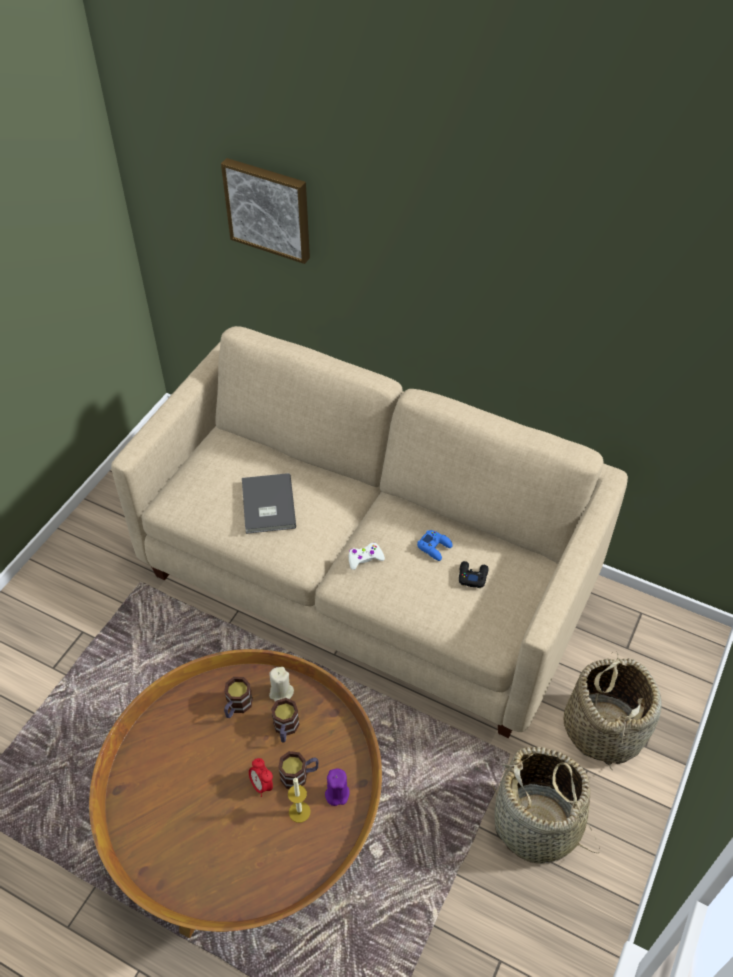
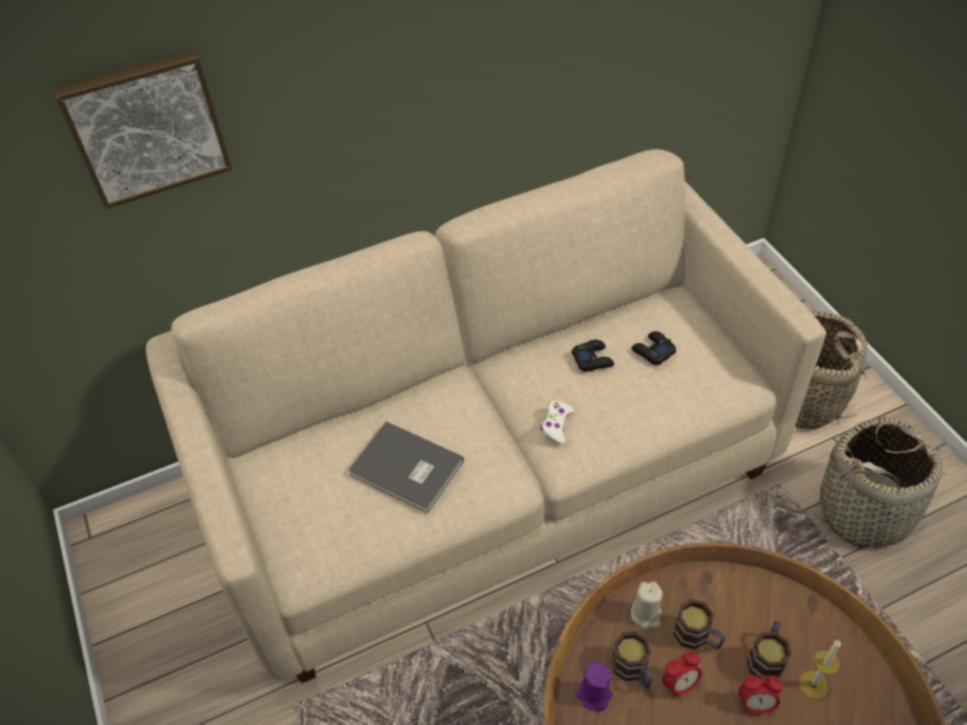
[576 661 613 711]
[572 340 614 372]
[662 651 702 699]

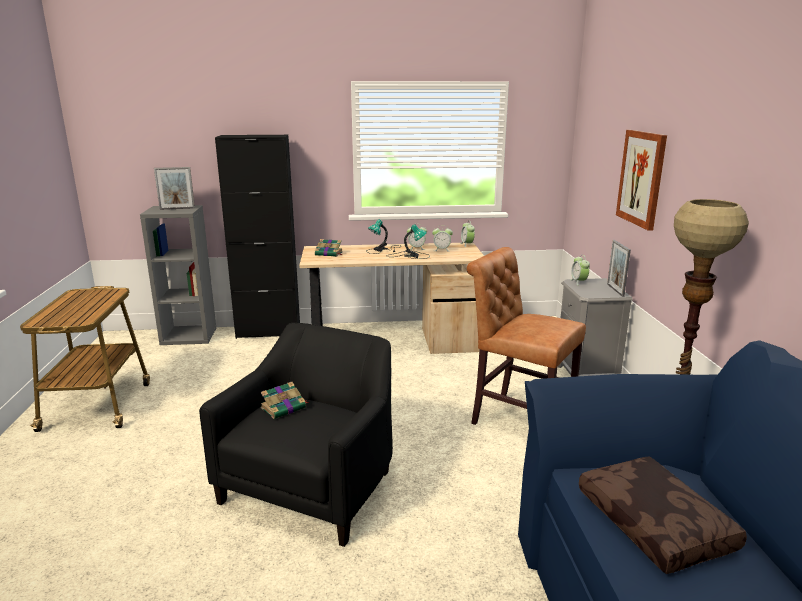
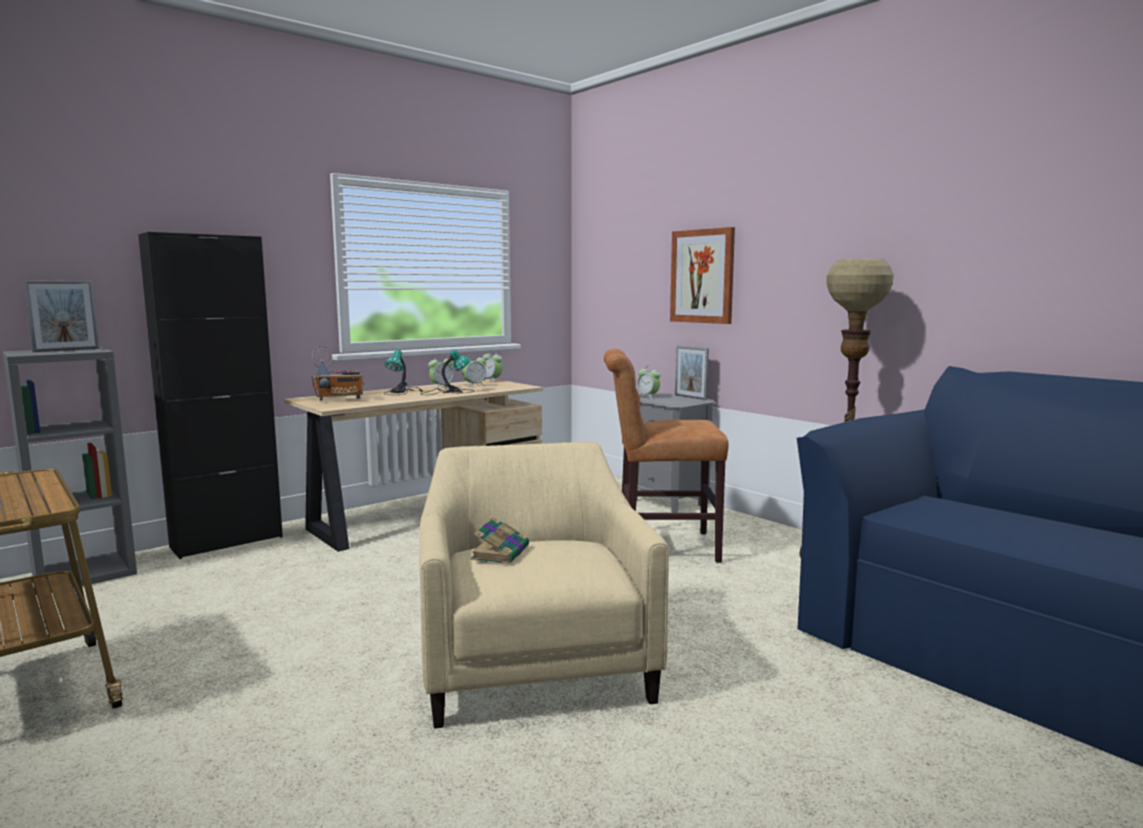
[419 442 669 728]
[312 345 364 401]
[579 457 747 574] (first image)

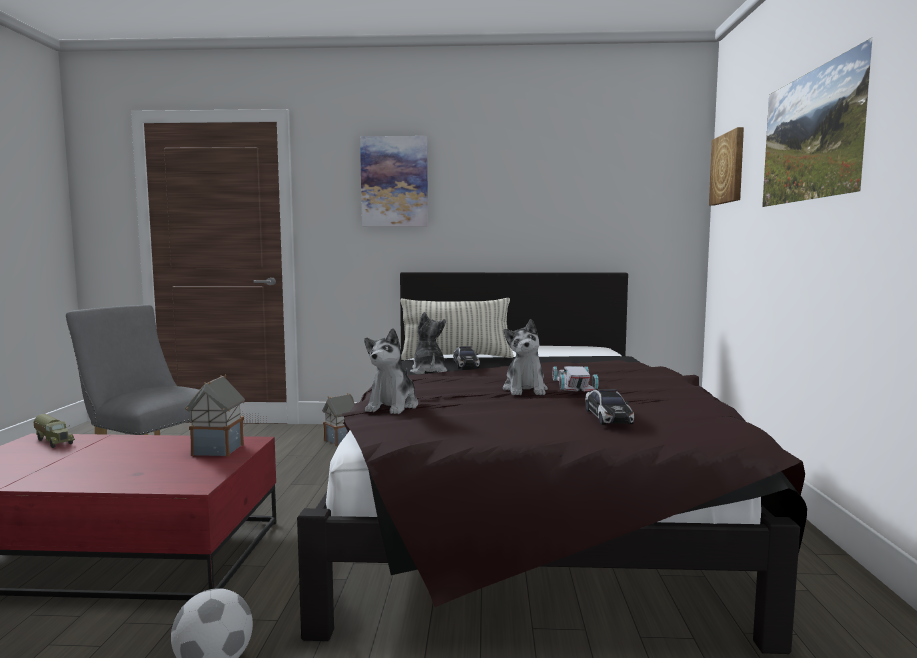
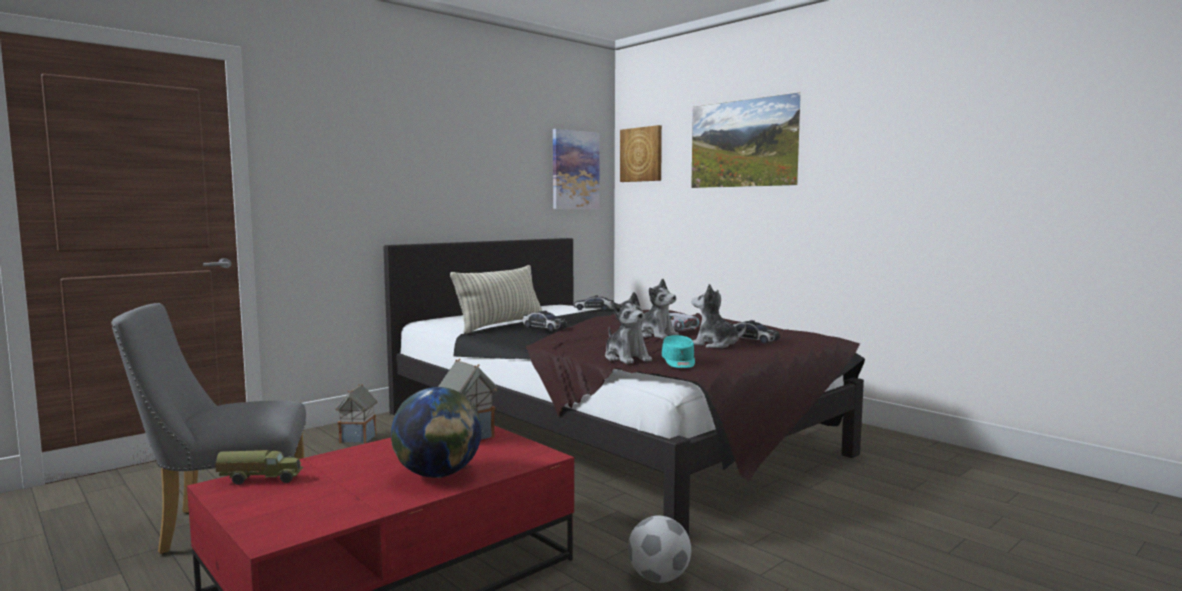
[553 129 600 209]
[692 284 746 348]
[391 387 482 478]
[574 295 615 311]
[662 335 695 368]

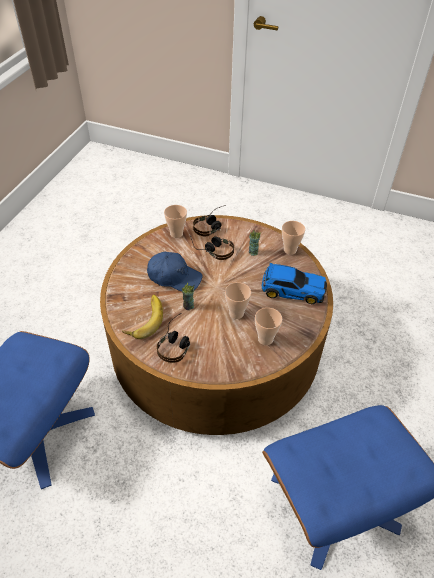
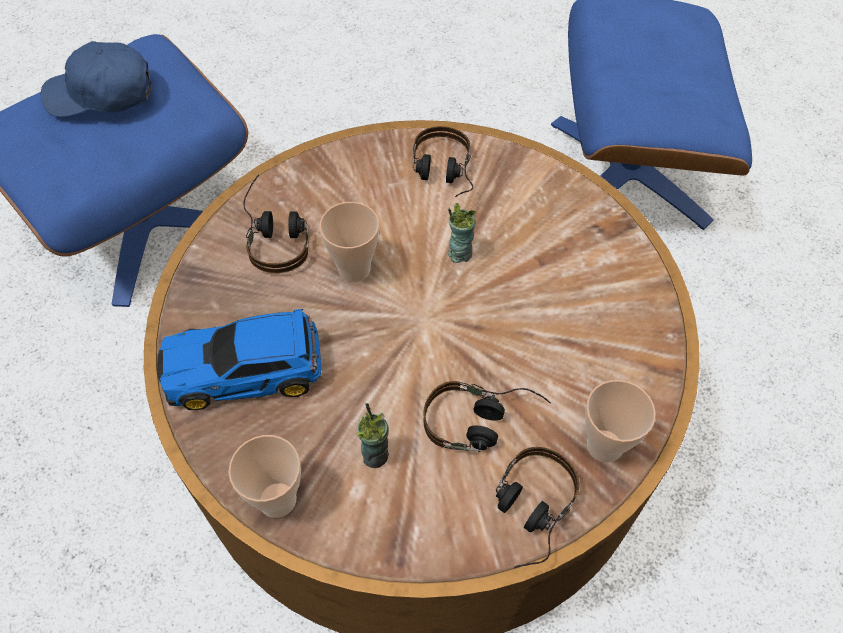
[122 295 163 339] (first image)
[41 41 151 117]
[243 174 309 273]

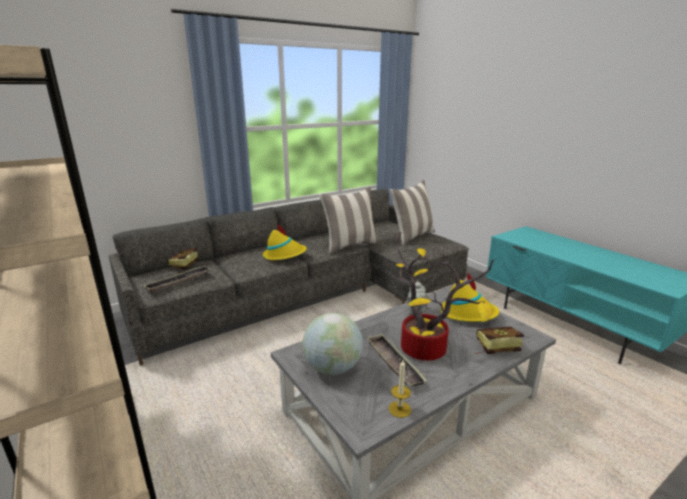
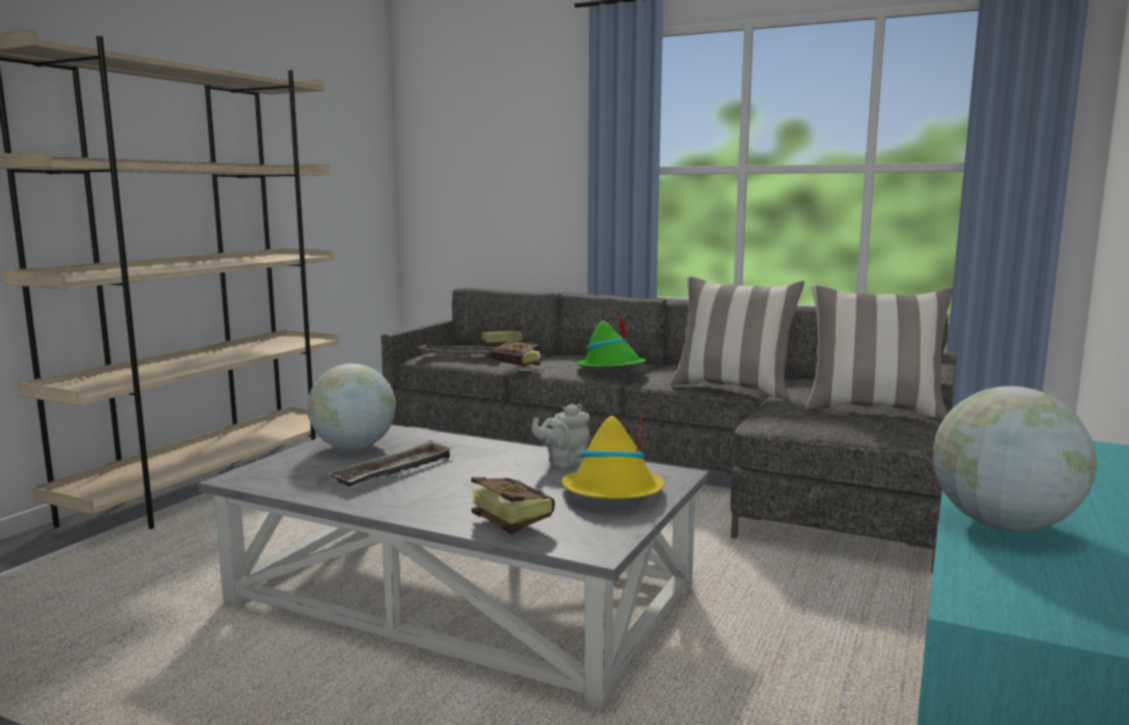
[575 315 646 367]
[389 360 411 418] (first image)
[396 232 493 361] (first image)
[491 339 545 372]
[933 386 1097 531]

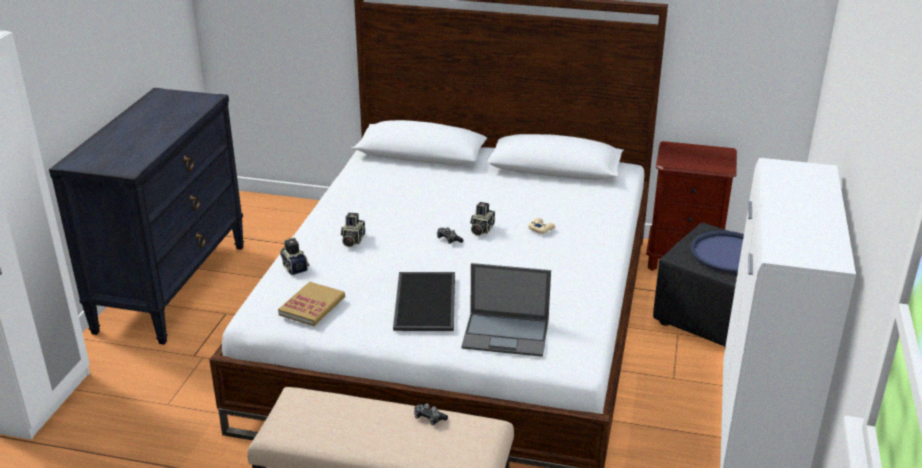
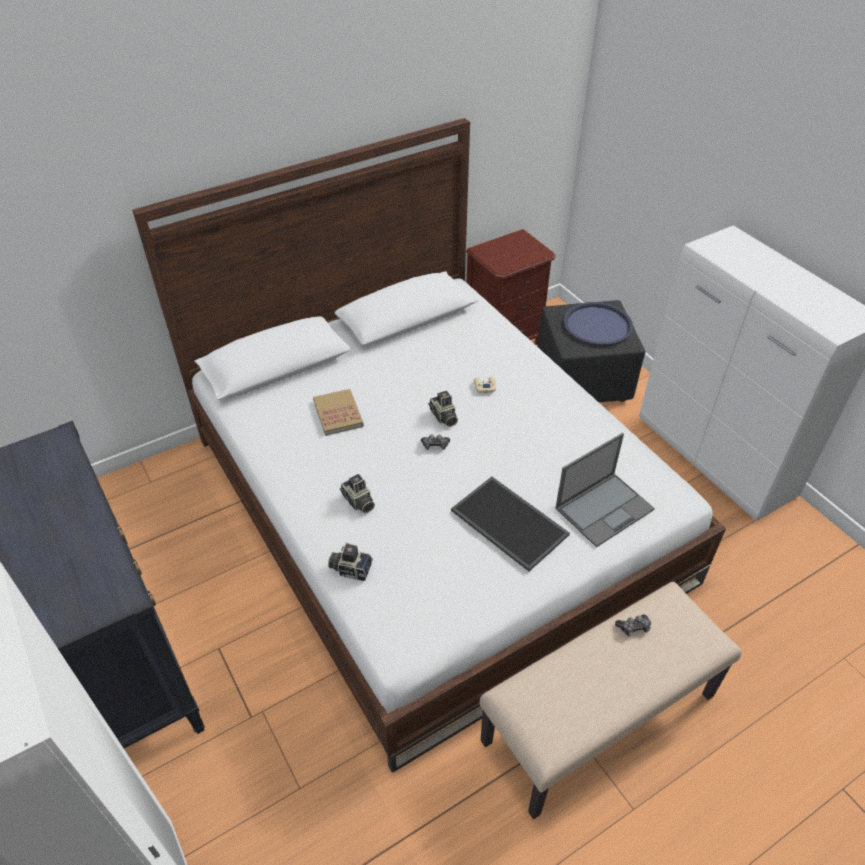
[313 389 364 436]

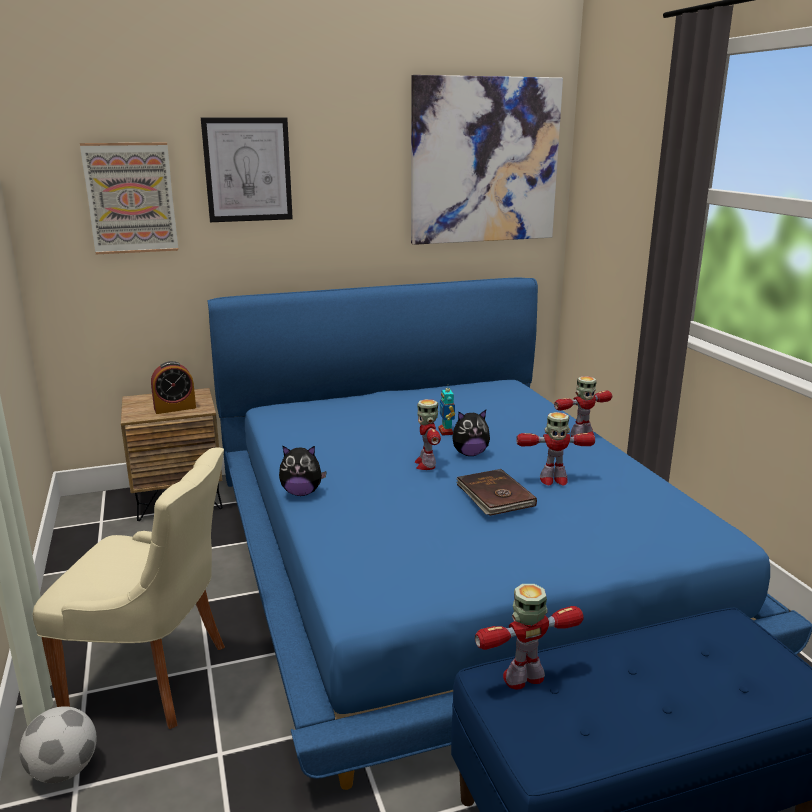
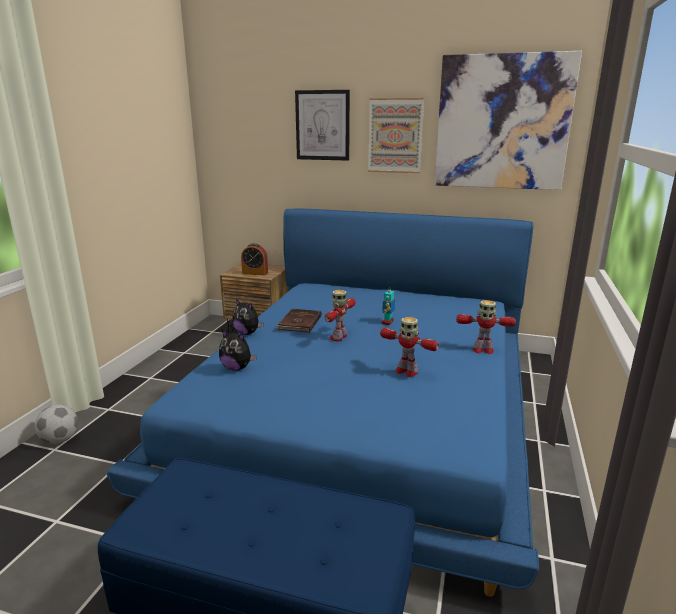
[33 448 225 729] (first image)
[368 98 424 173]
[219 330 257 371]
[276 309 322 333]
[475 584 584 689] (first image)

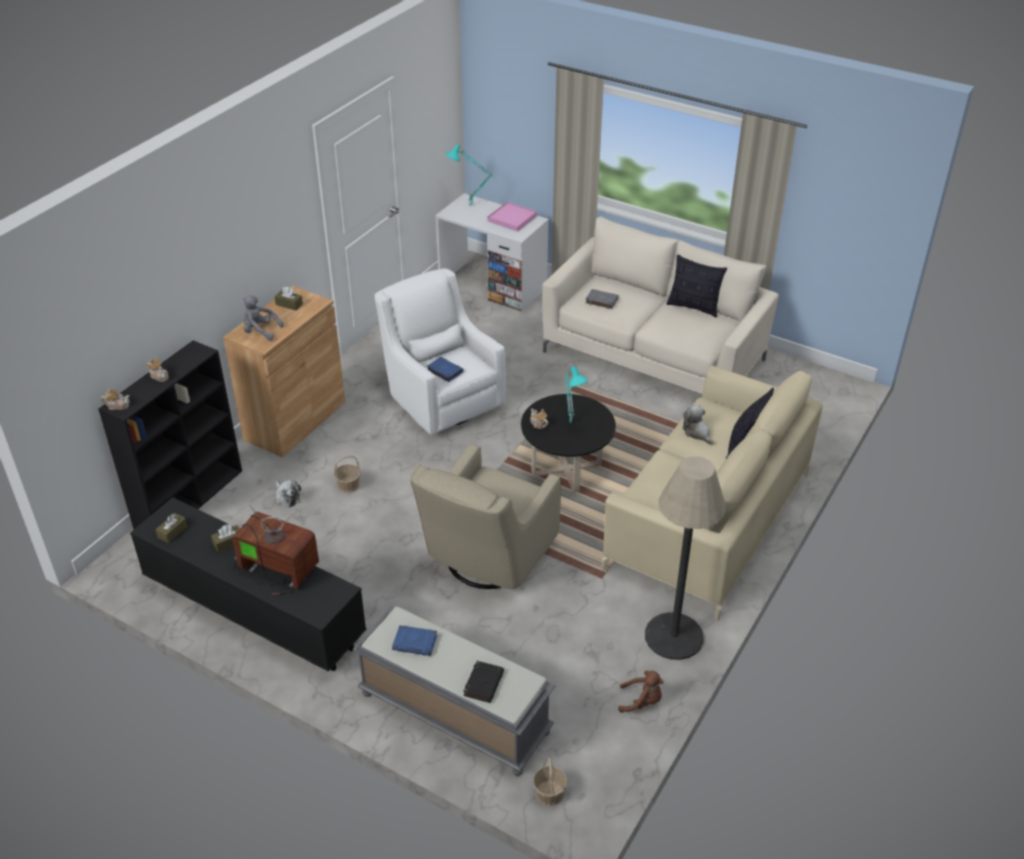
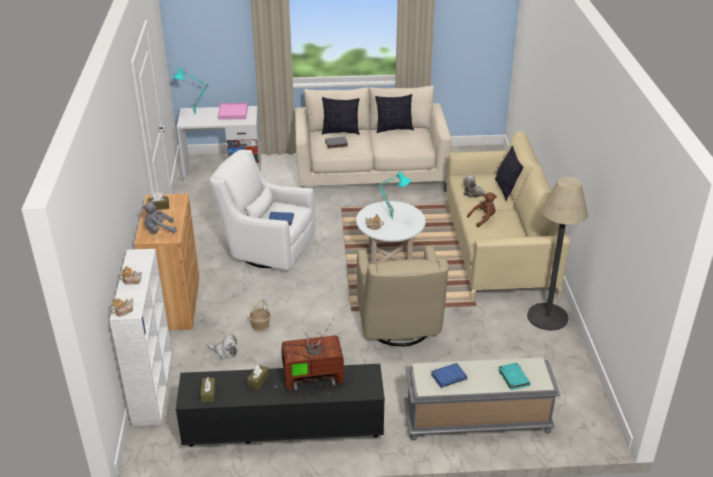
[110 249 172 426]
[498 363 531 390]
[356 201 426 263]
[532 757 567 806] (first image)
[467 192 497 227]
[322 97 360 135]

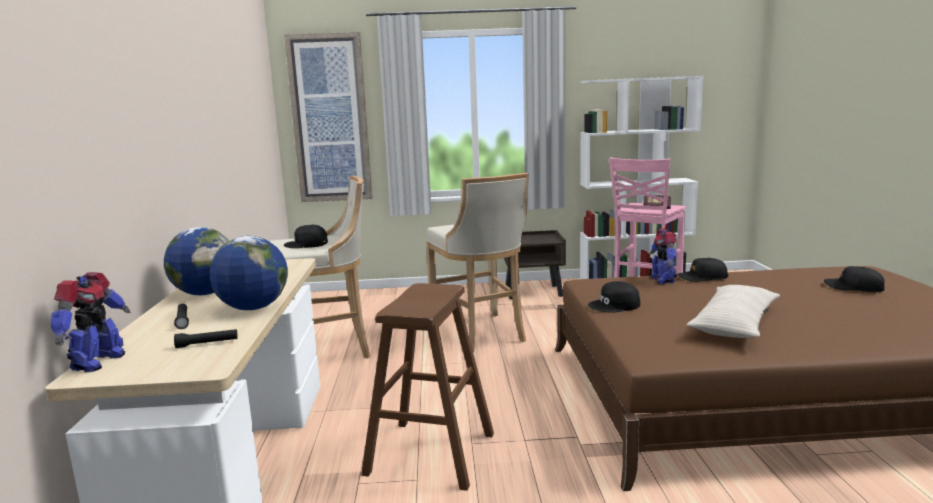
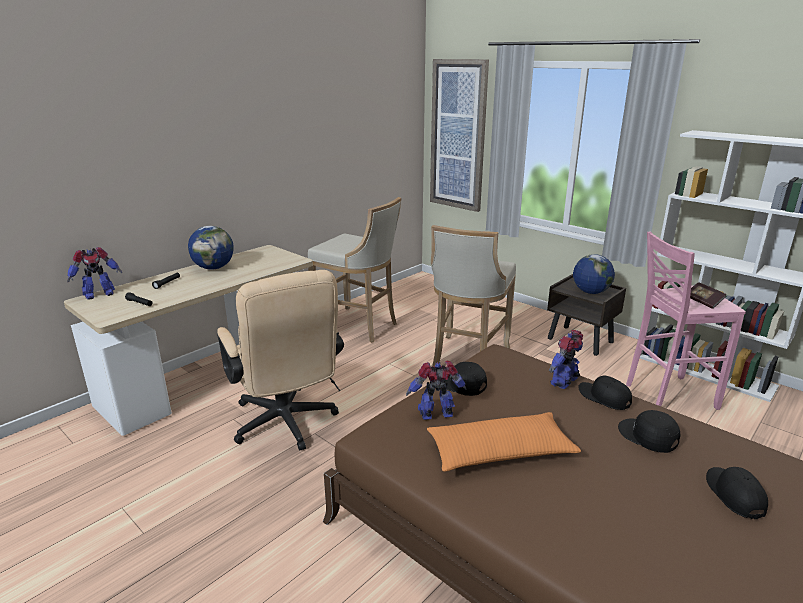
[573 254 615 294]
[618 410 681 453]
[217 270 344 450]
[427 412 581 471]
[406 360 466 420]

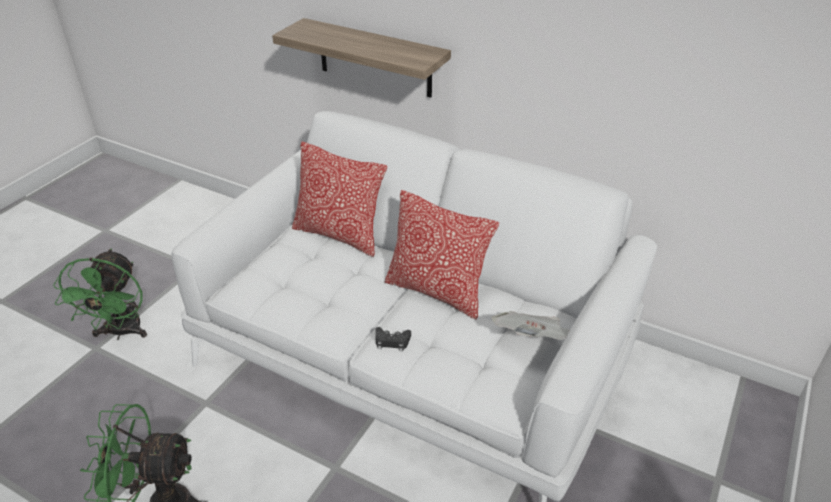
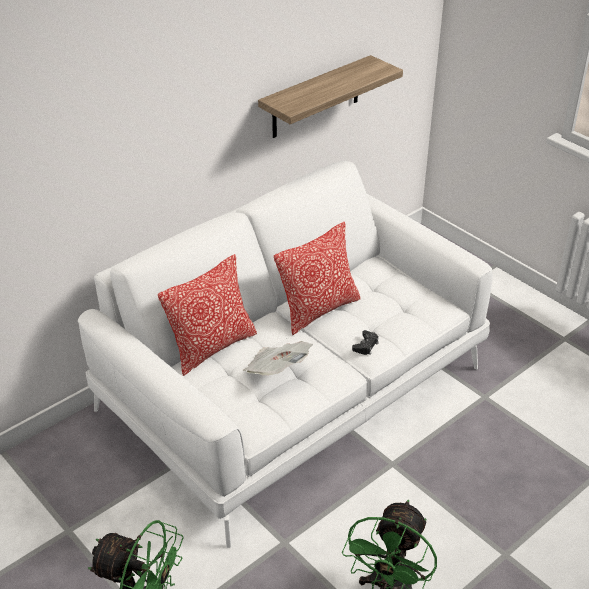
[258 55 403 138]
[243 341 313 375]

